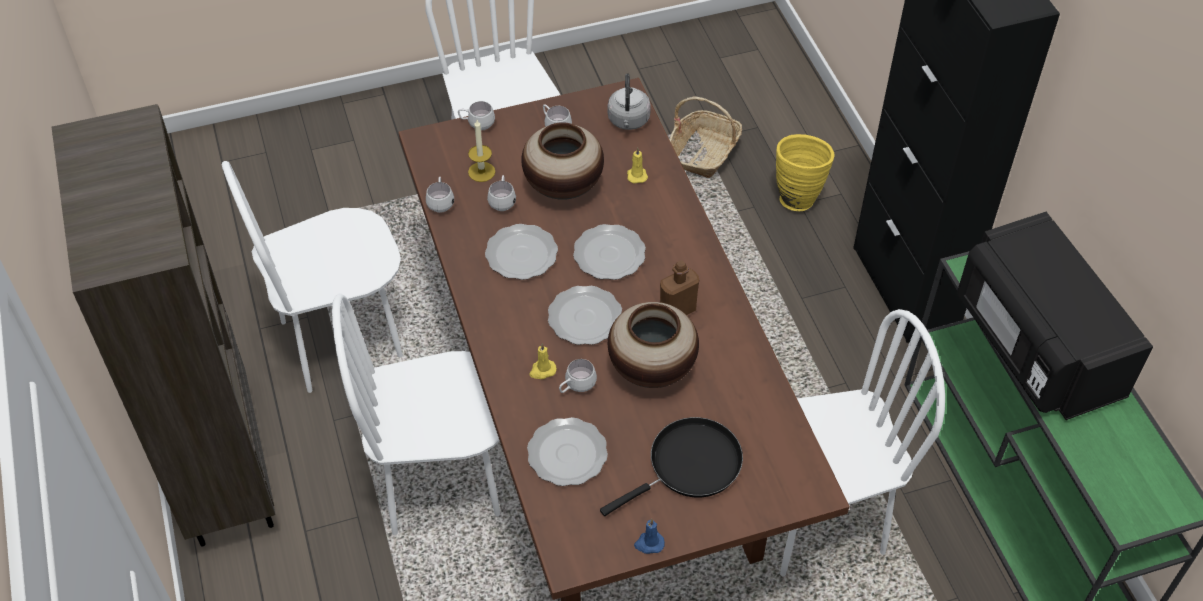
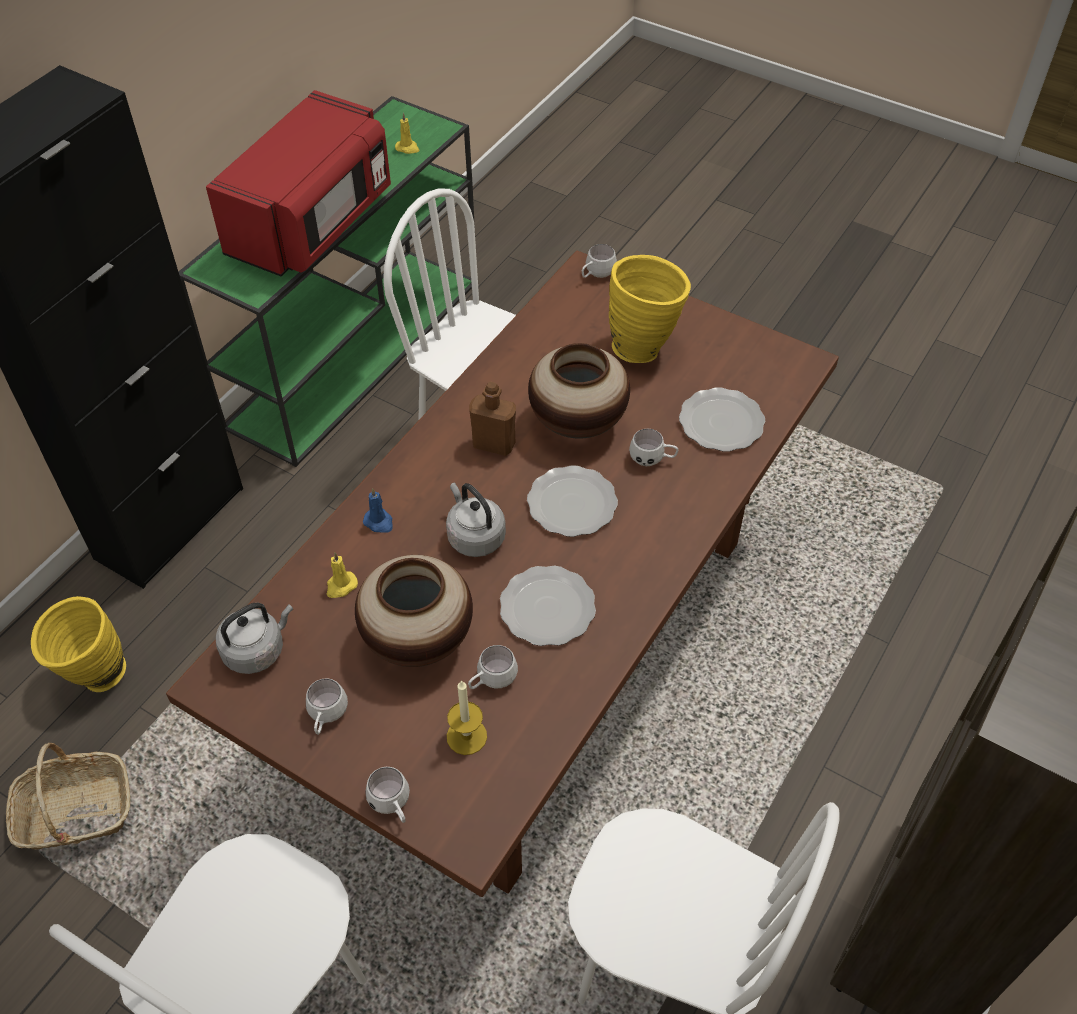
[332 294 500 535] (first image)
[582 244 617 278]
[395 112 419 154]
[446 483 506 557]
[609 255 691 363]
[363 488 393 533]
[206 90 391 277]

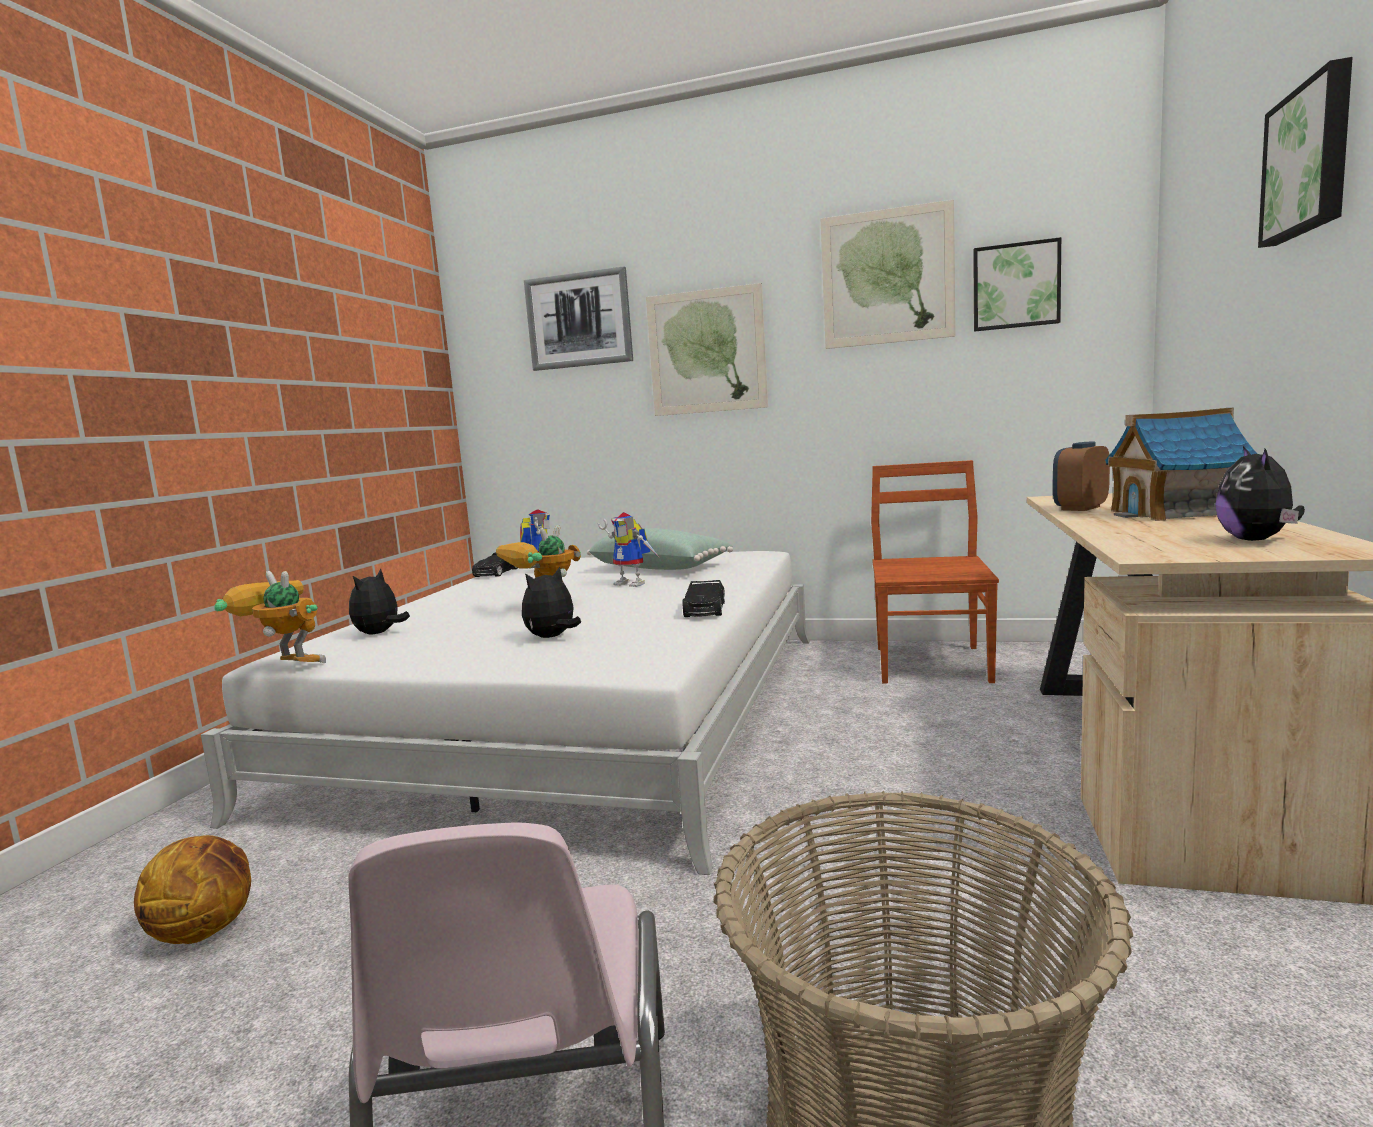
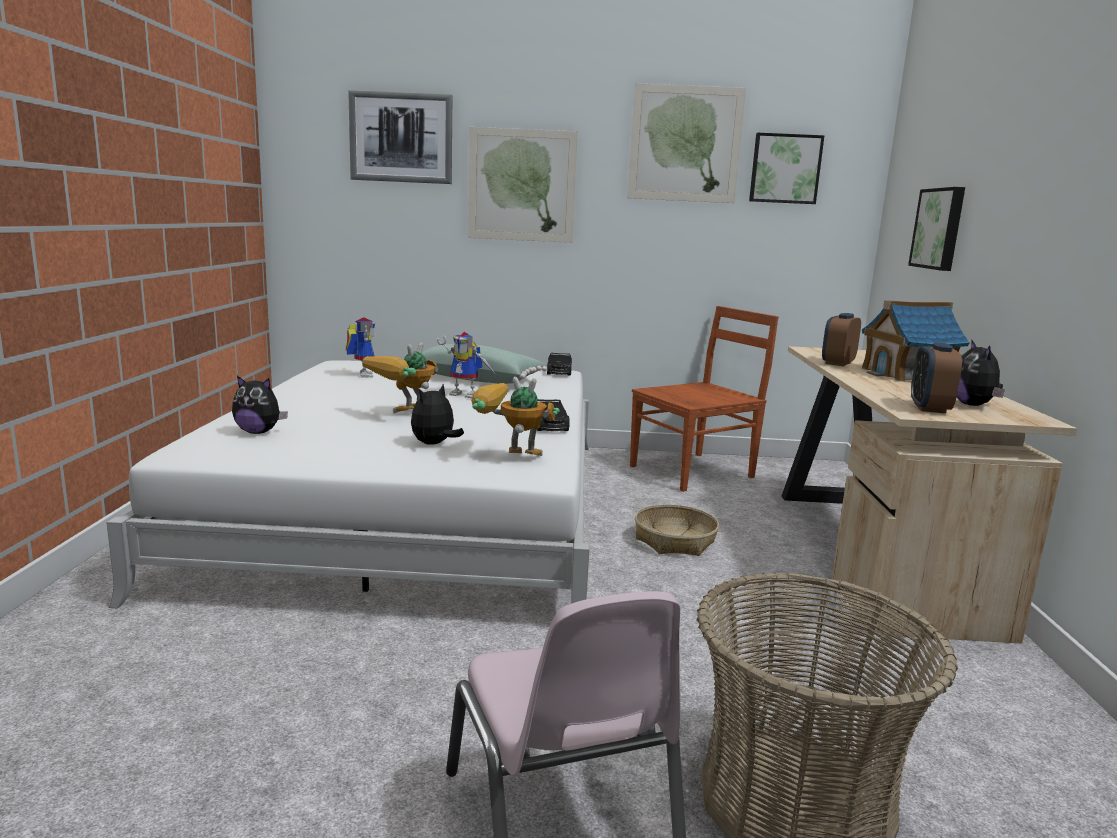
[134 835 251 944] (first image)
[471 377 560 456]
[232 376 288 434]
[547 353 572 375]
[630 306 779 492]
[908 187 965 271]
[635 504 719 556]
[911 342 962 413]

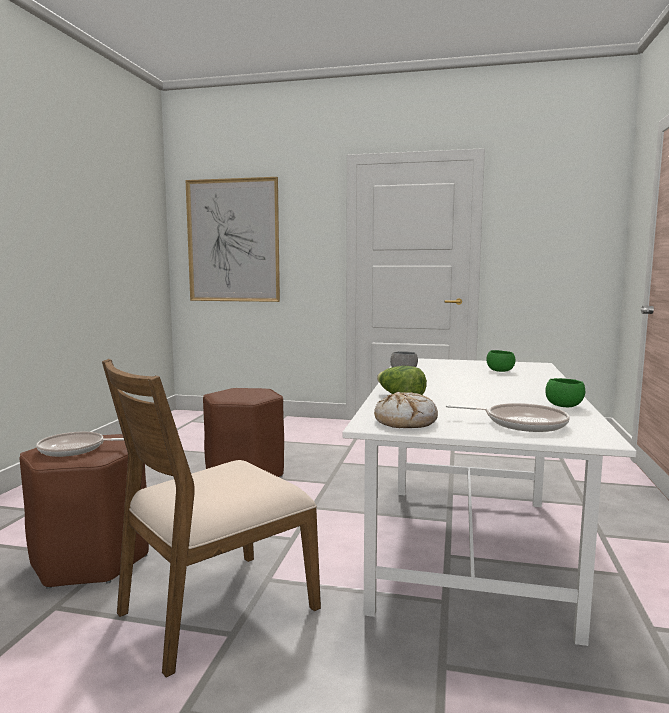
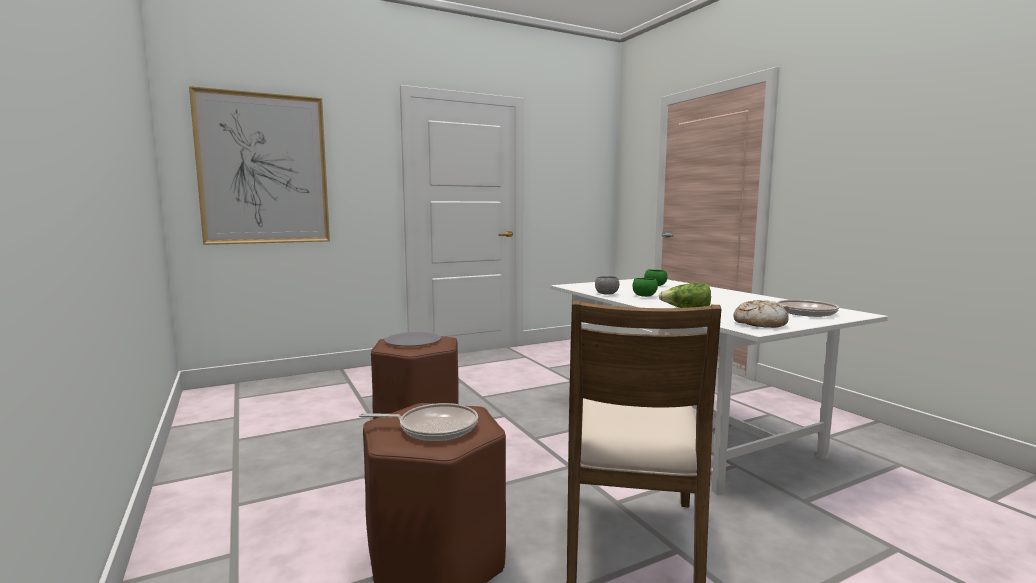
[359 403 478 441]
[632 278 658 297]
[384 332 441 347]

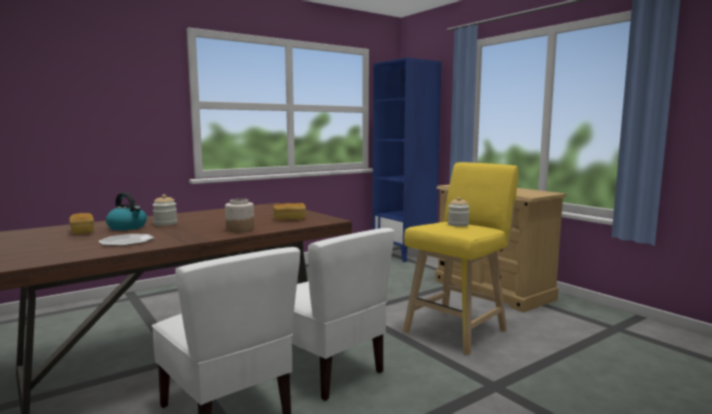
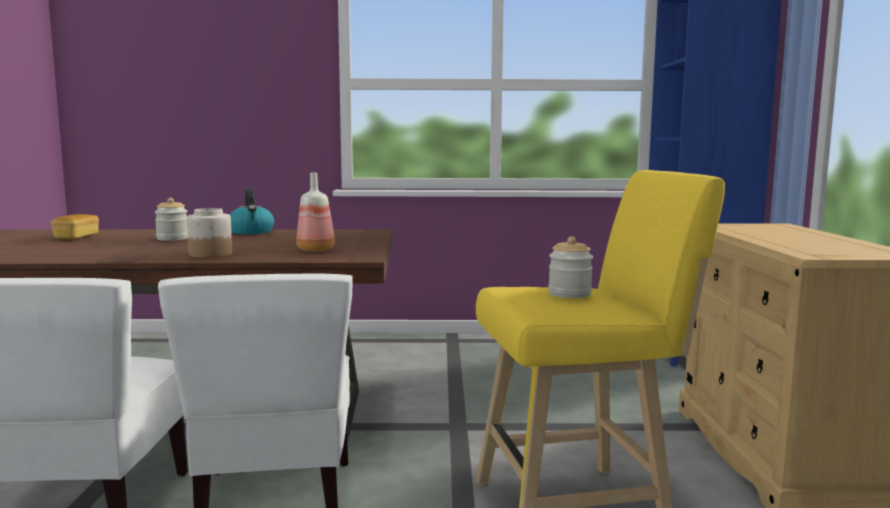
[98 234 154 246] (first image)
[230 189 274 234]
[296 173 335 252]

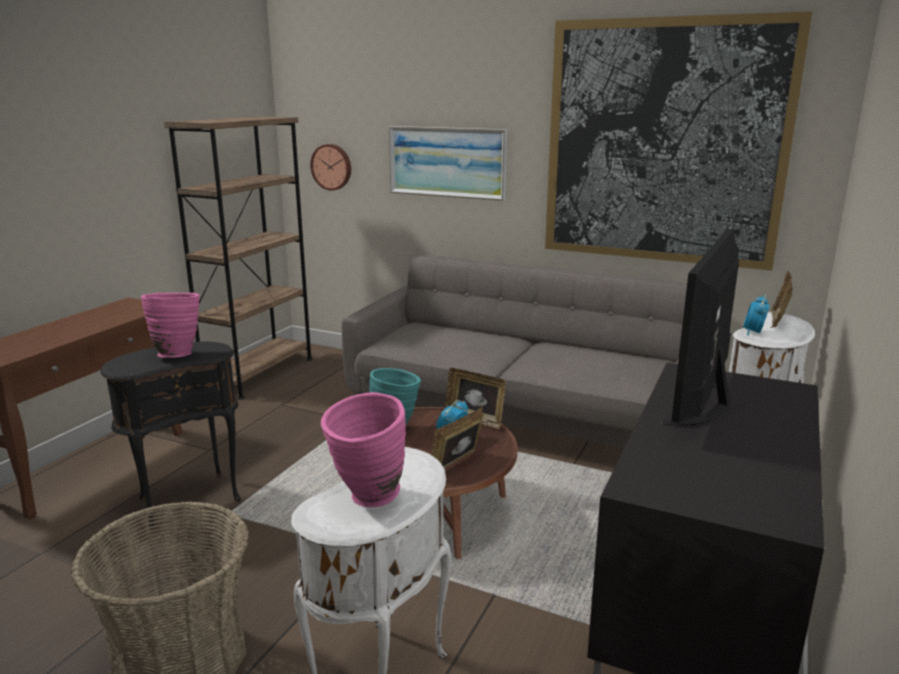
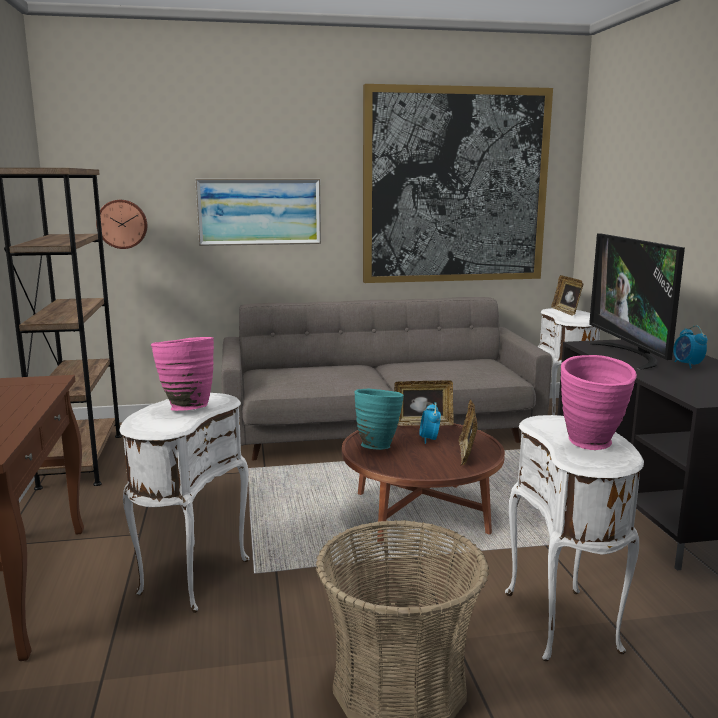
[120 393 249 613]
[673 325 708 368]

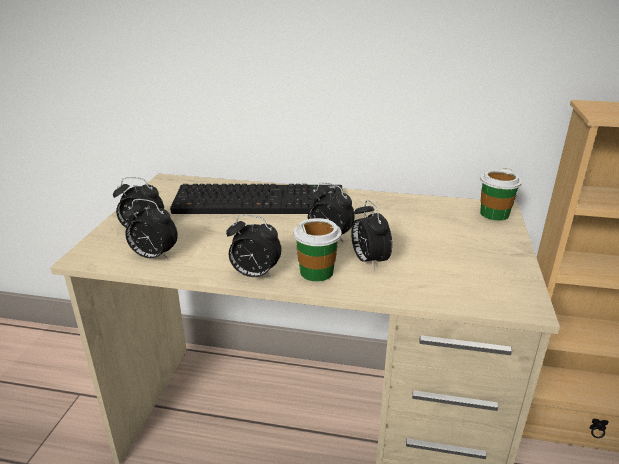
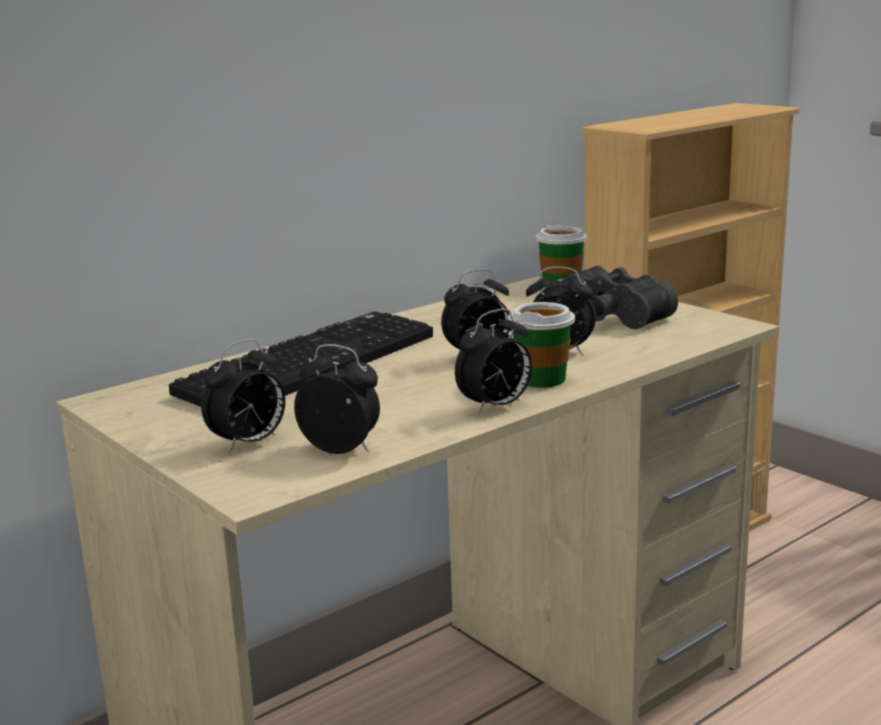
[294 344 380 454]
[552 266 678 329]

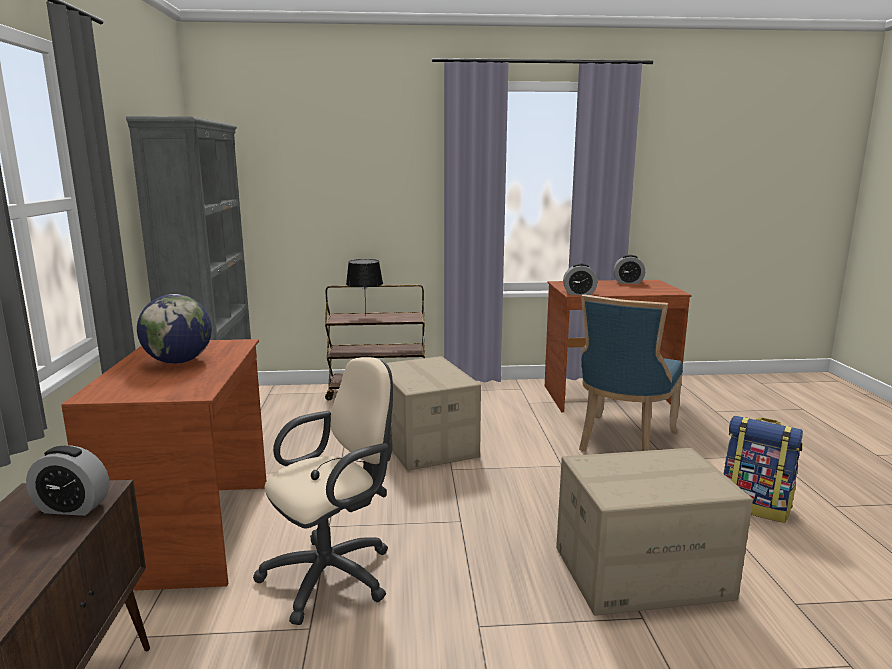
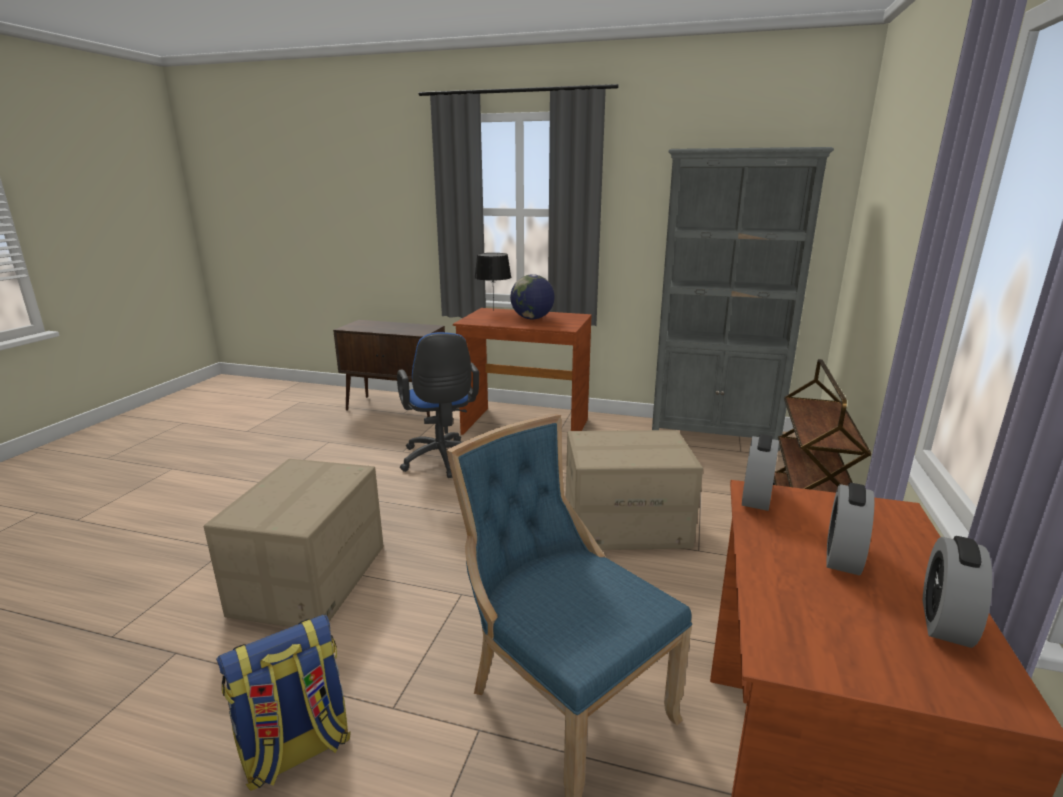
[826 483 875 575]
[397 332 479 478]
[474 253 511 311]

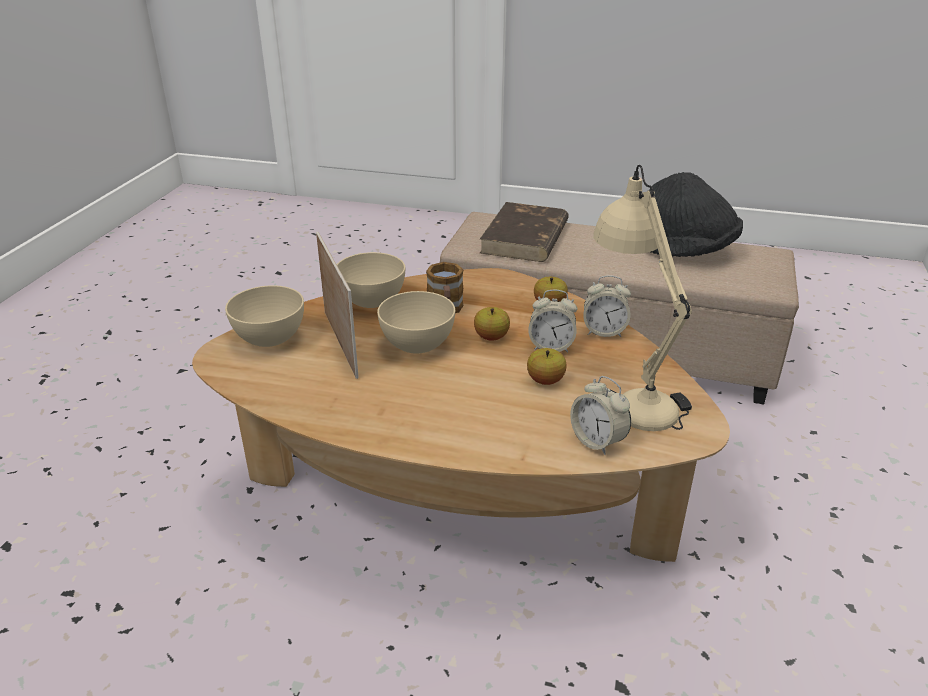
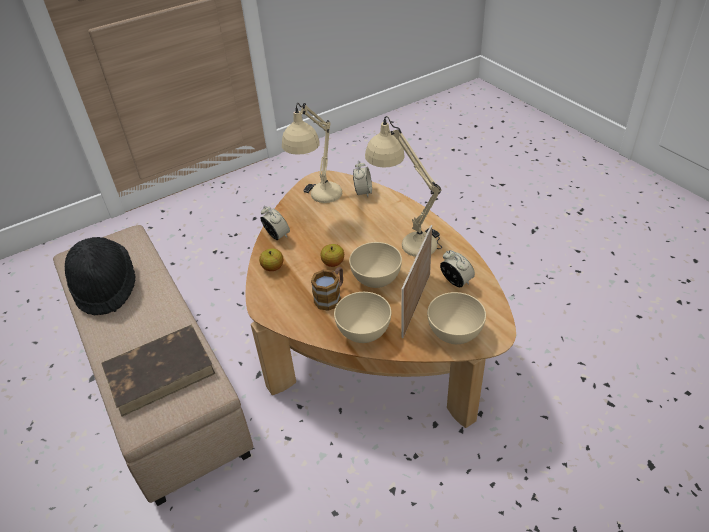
[527 348 567 385] (first image)
[440 250 475 287]
[365 116 442 257]

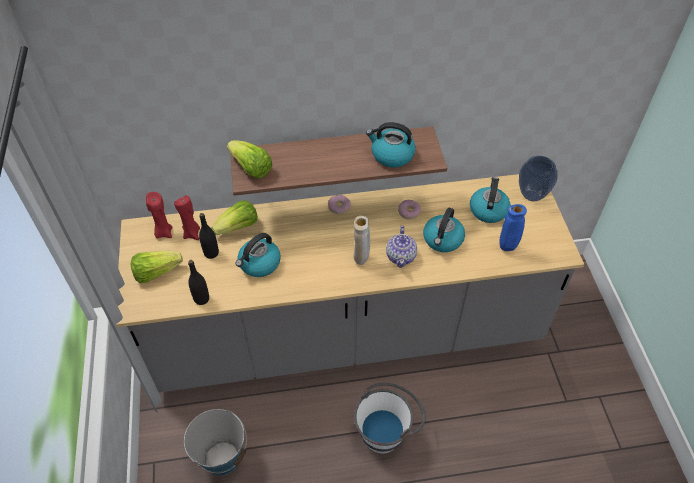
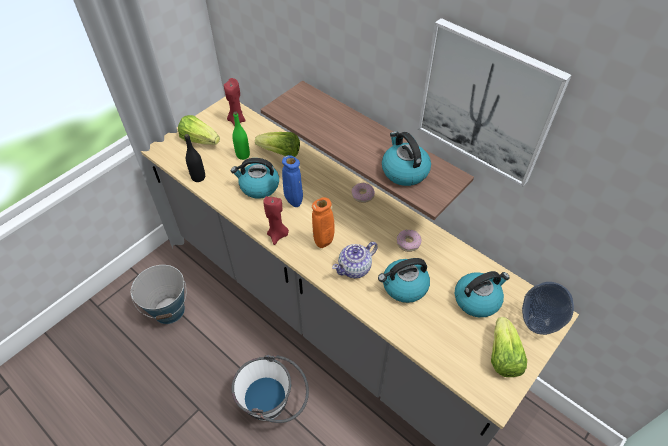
[263 196 289 245]
[232 112 250 160]
[491 317 527 377]
[312 197 335 248]
[282 155 303 207]
[418 18 571 187]

